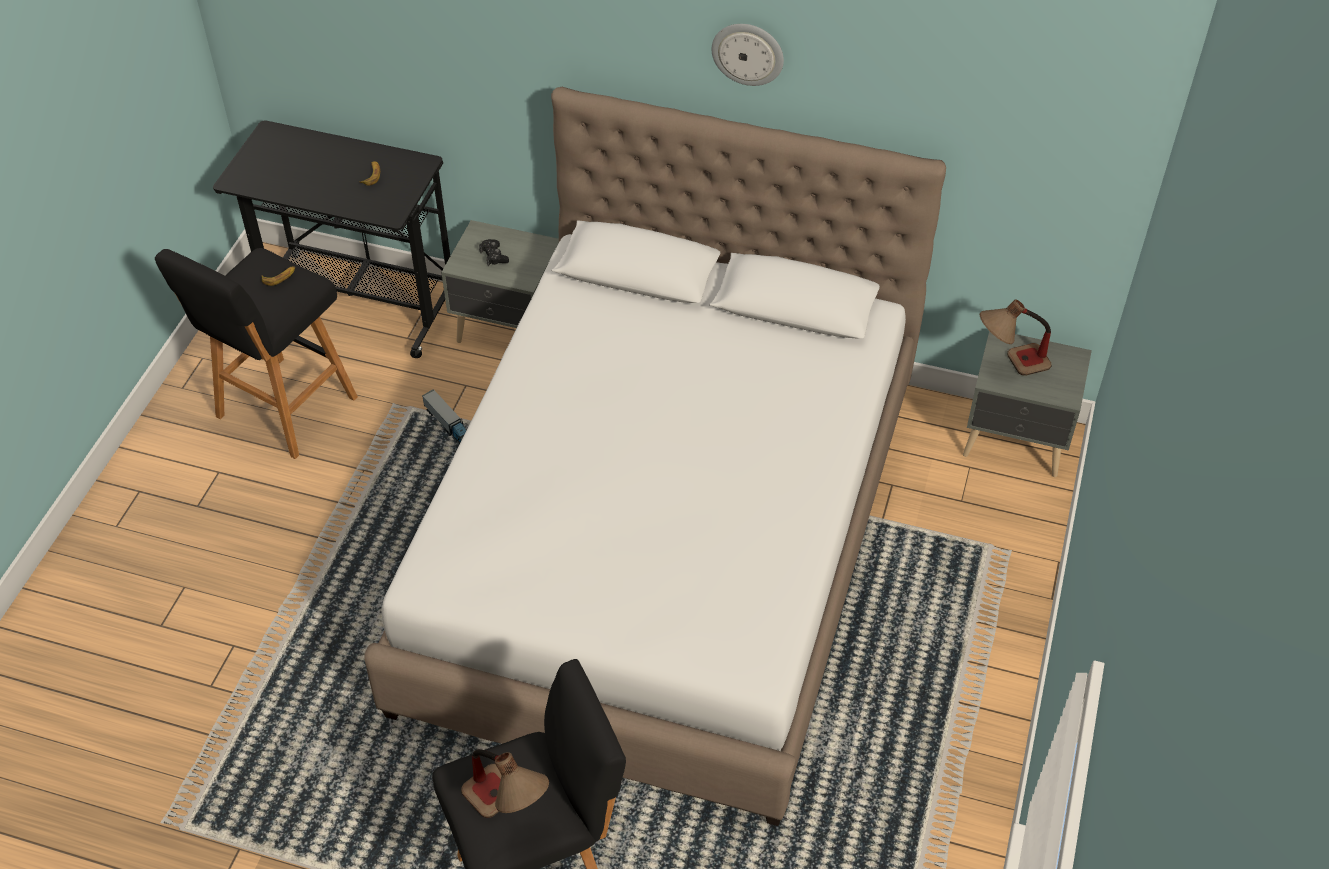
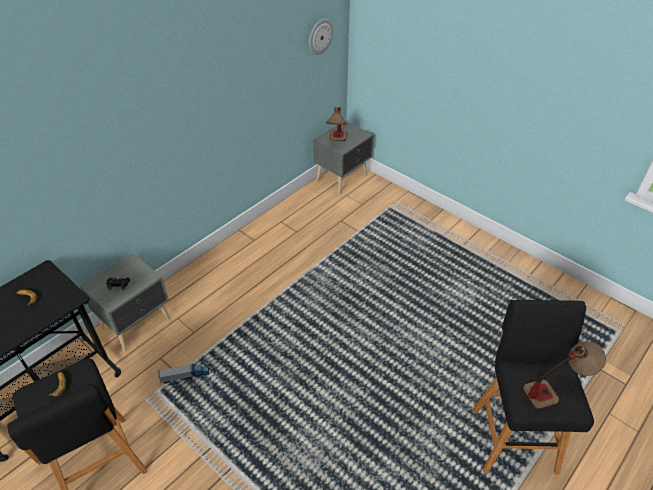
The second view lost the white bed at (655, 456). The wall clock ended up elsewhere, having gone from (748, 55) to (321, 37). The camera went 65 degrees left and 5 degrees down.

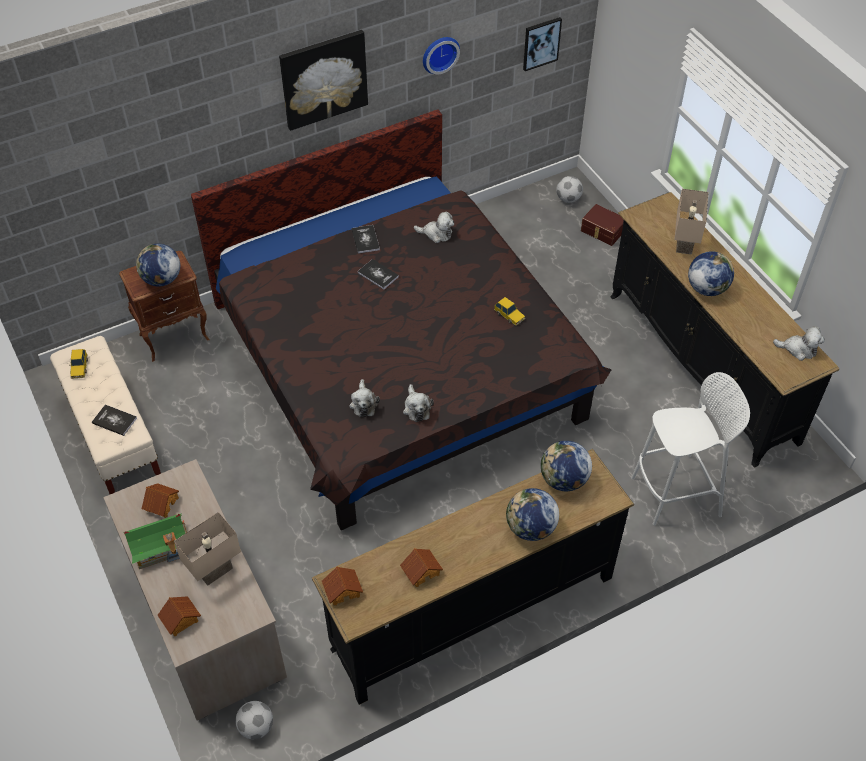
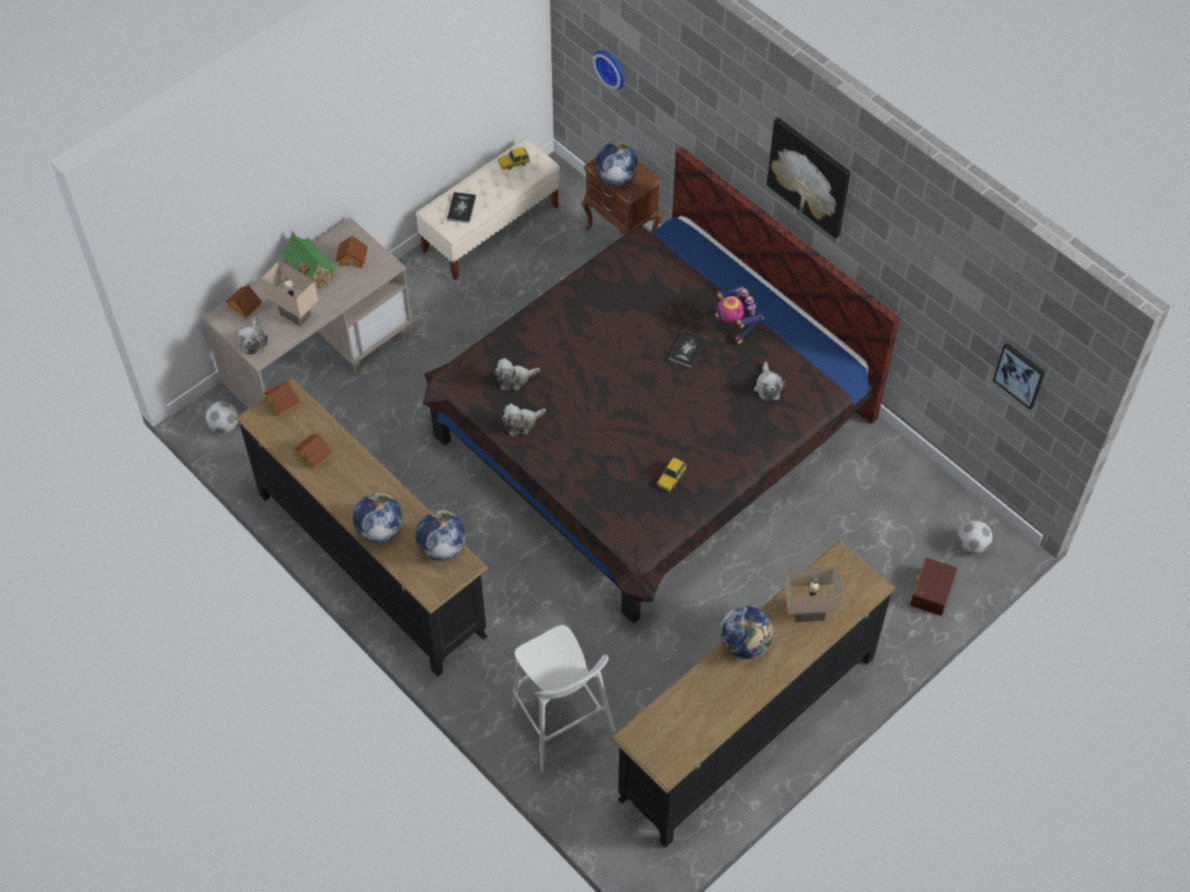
The wall clock ended up elsewhere, having gone from (441, 55) to (609, 70). The plush toy ended up elsewhere, having gone from (799, 343) to (253, 335). Where the book stood at (366, 239), the toy robot came to stand at (739, 315). The camera went 75 degrees right and 5 degrees up.

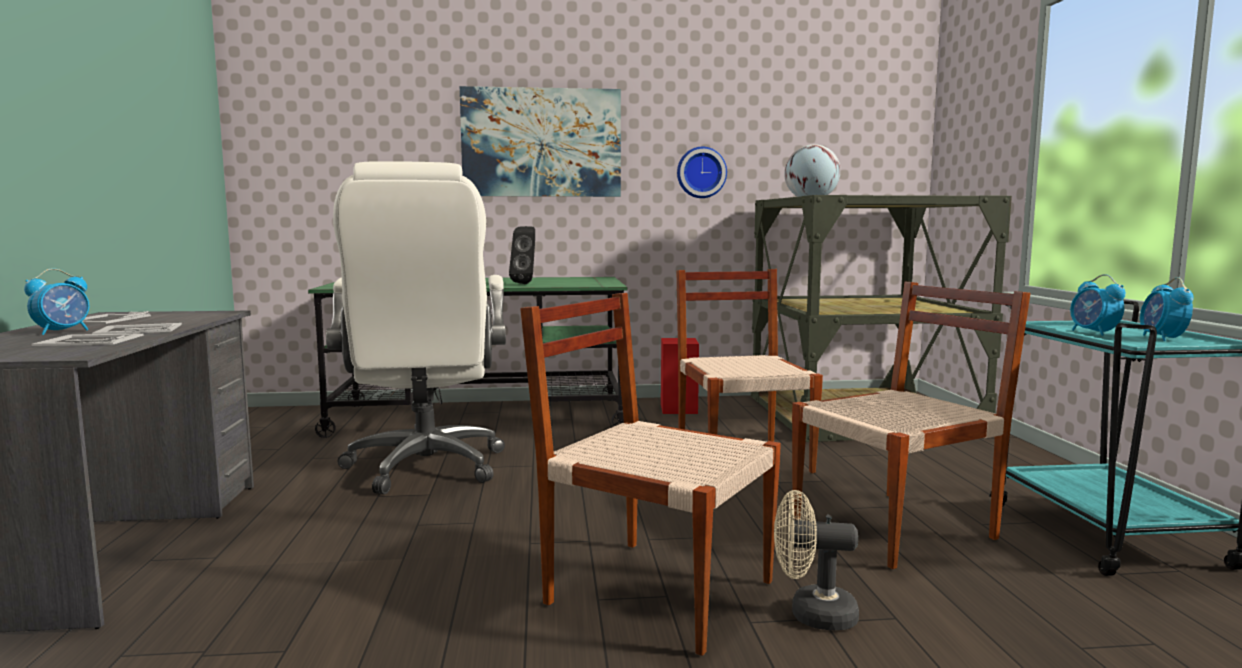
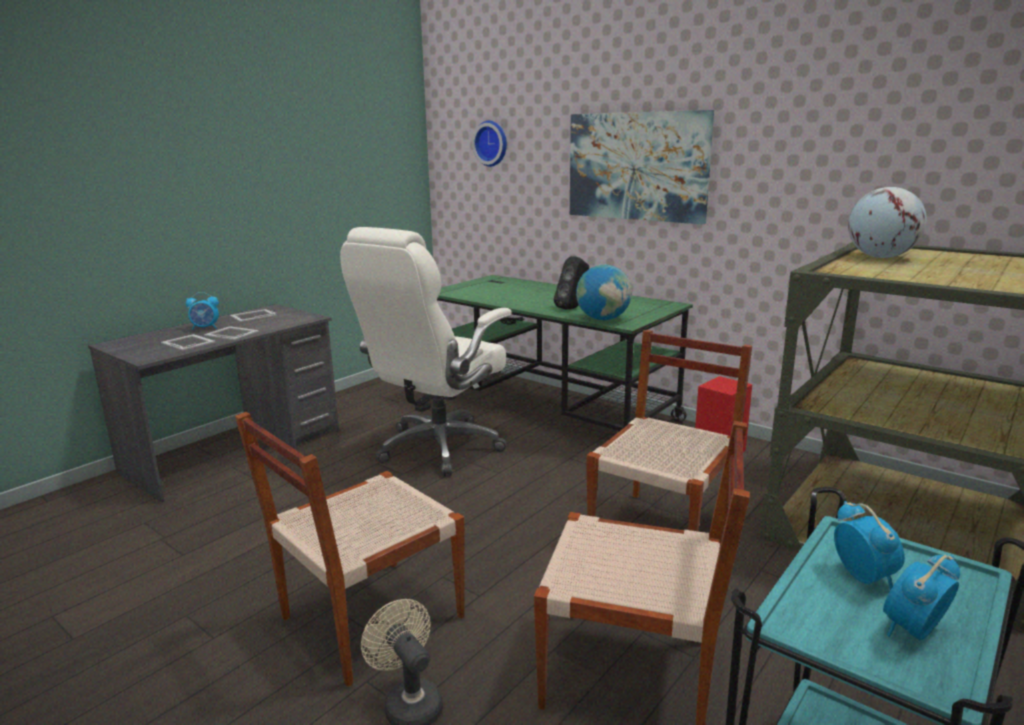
The second view gained the globe at (604, 292). The wall clock ended up elsewhere, having gone from (702, 172) to (489, 144). The chair at (650, 474) ended up facing another way, 120 degrees counterclockwise from before. The alarm clock at (1098, 305) ended up facing another way, 135 degrees clockwise from before. The camera went 45 degrees right and 10 degrees up.

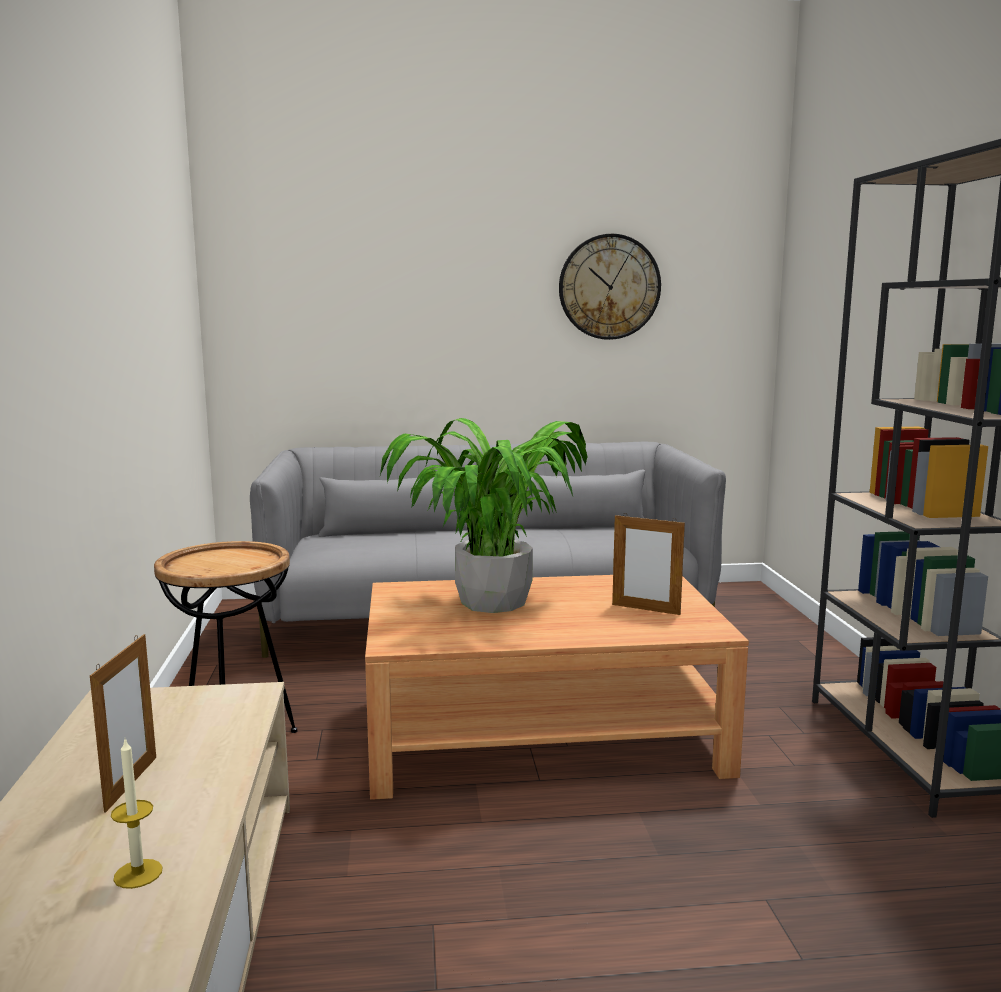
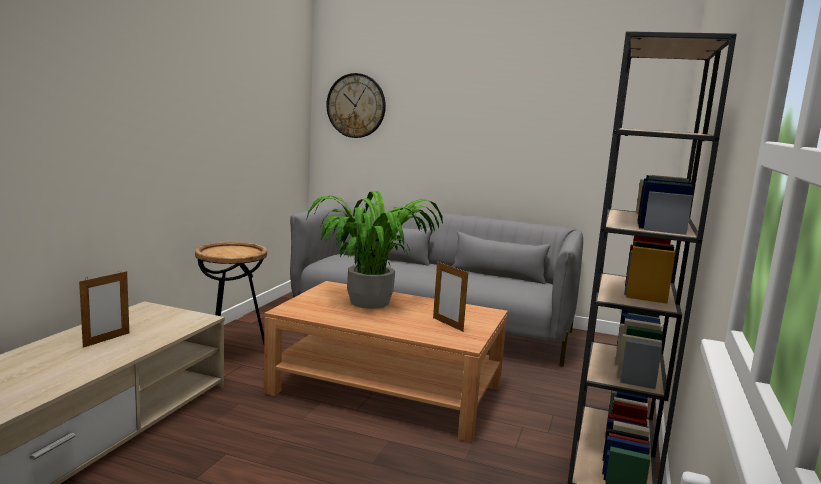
The second view lost the candle at (136, 814). The wall clock ended up elsewhere, having gone from (610, 287) to (356, 105). The camera went 25 degrees right and 0 degrees up.

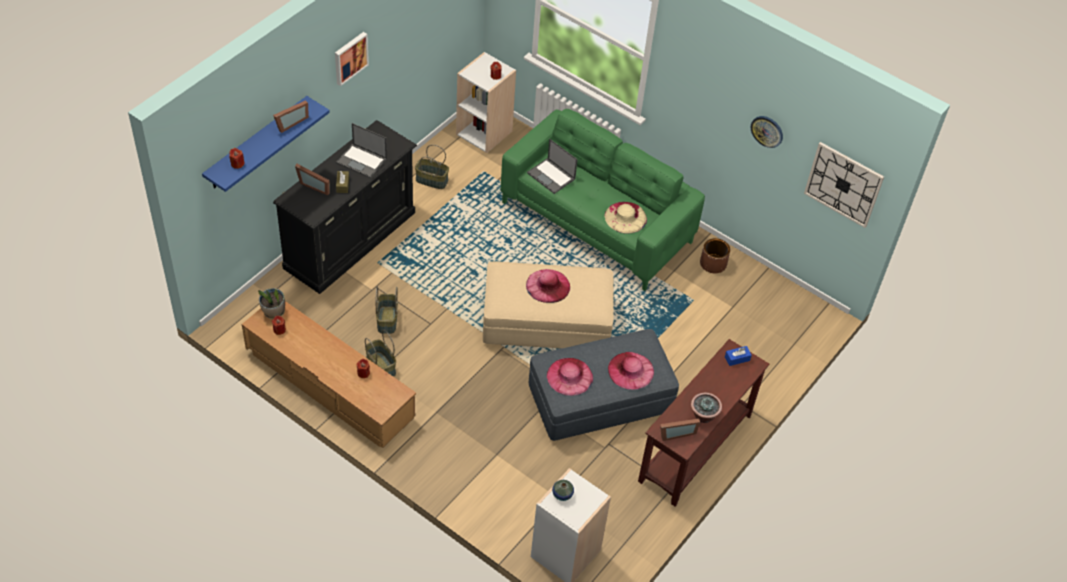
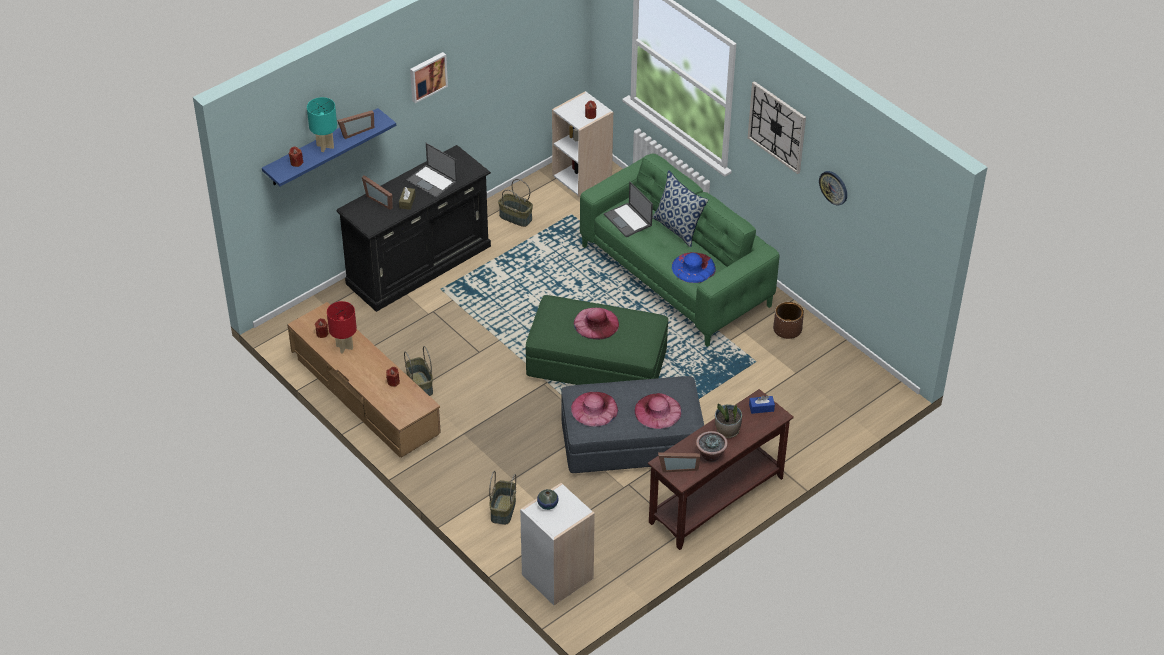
The second view gained the turquoise table lamp at (322, 124). The second view gained the red table lamp at (342, 327). The second view gained the pillow at (680, 209). The potted plant ended up elsewhere, having gone from (271, 303) to (728, 421). The basket ended up elsewhere, having gone from (387, 310) to (502, 498). The wall clock ended up elsewhere, having gone from (844, 185) to (777, 127). What was the beige ottoman at (548, 304) turned into the green ottoman at (597, 340). What was the beige hat at (626, 218) turned into the blue hat at (694, 267). The camera went 15 degrees right and 5 degrees down.

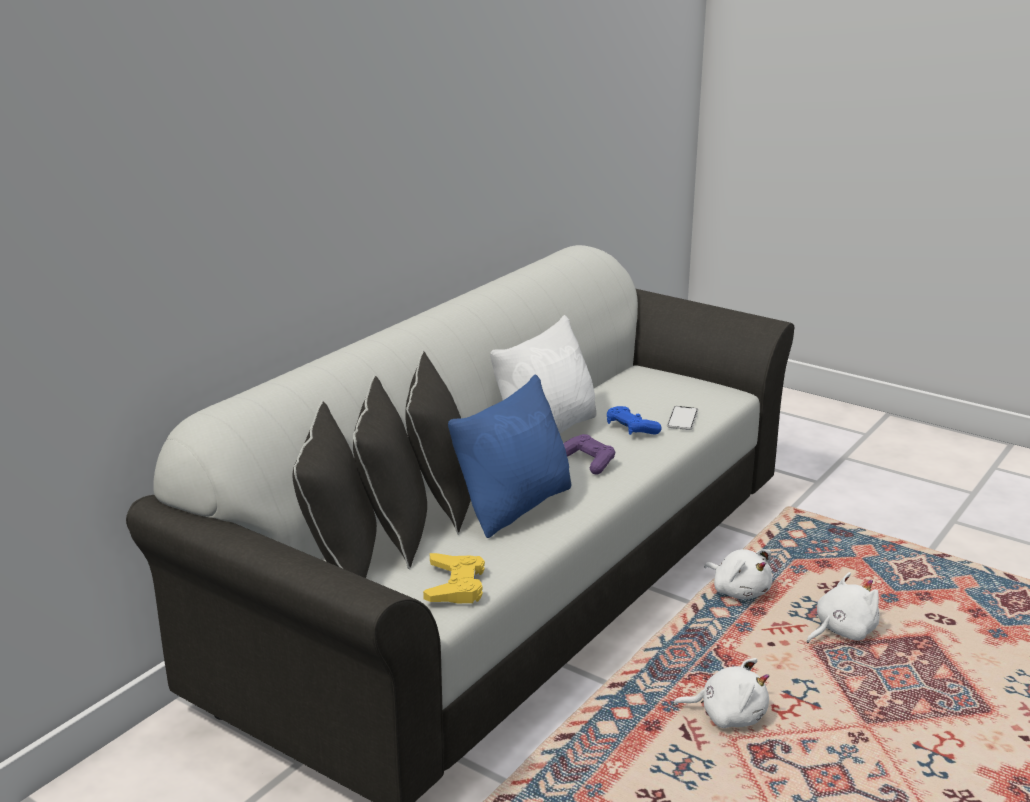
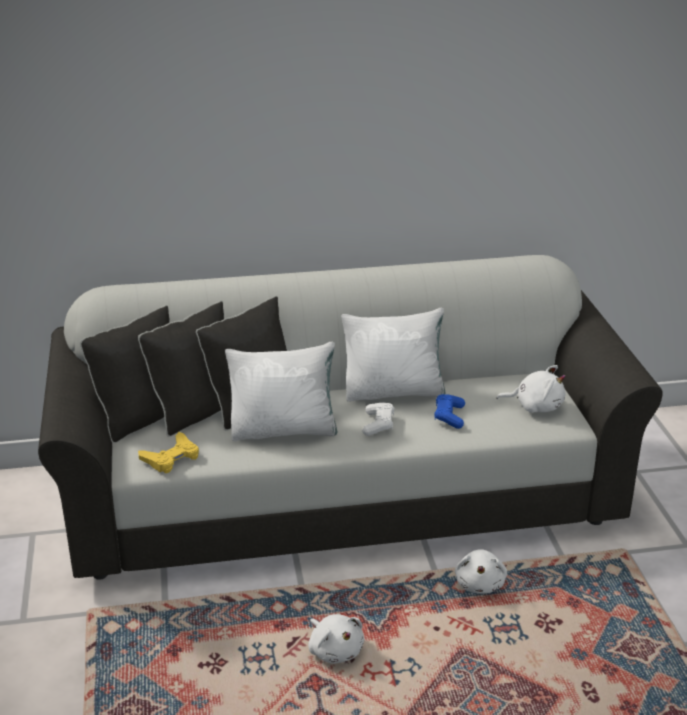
The second view lost the phone at (682, 418). The white plush toy ended up elsewhere, having gone from (843, 607) to (531, 389). What was the blue pillow at (509, 456) turned into the white pillow at (281, 391). What was the purple game controller at (589, 454) turned into the white game controller at (378, 419). The camera went 45 degrees right and 5 degrees up.

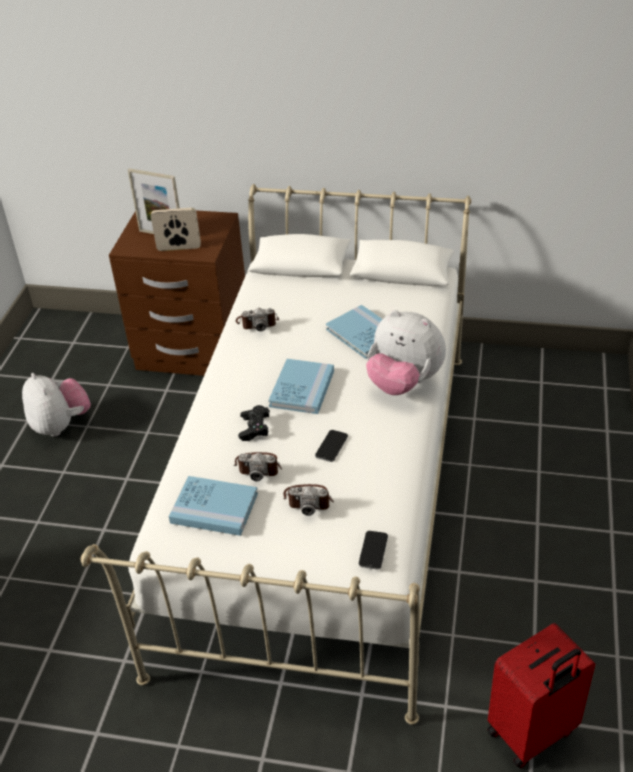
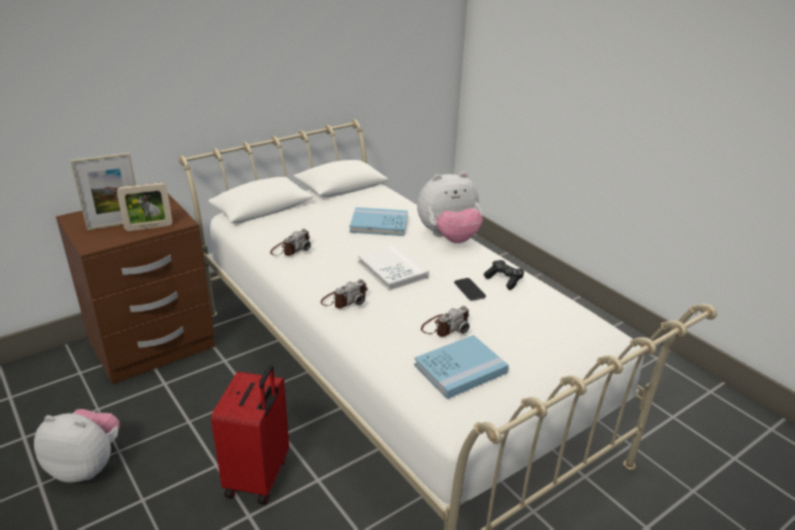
The second view lost the phone at (373, 550). The black game controller ended up elsewhere, having gone from (254, 423) to (504, 275). The photo camera ended up elsewhere, having gone from (308, 500) to (344, 294). The red suitcase ended up elsewhere, having gone from (541, 695) to (250, 435). What was the blue book at (301, 386) turned into the white book at (393, 267). The picture frame at (176, 229) ended up facing another way, 150 degrees counterclockwise from before. The camera went 50 degrees left and 10 degrees down.

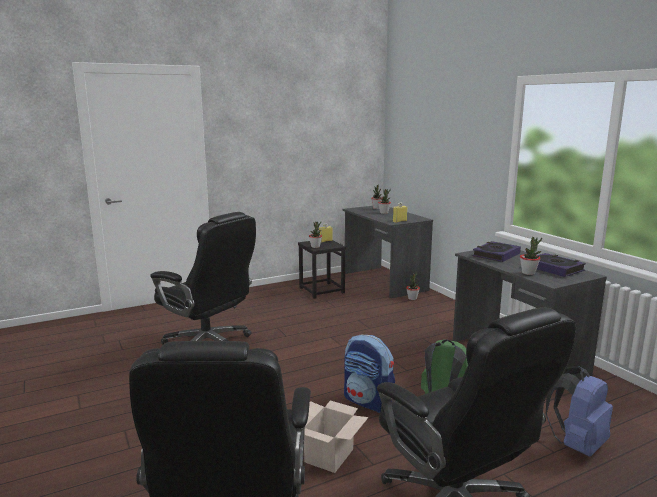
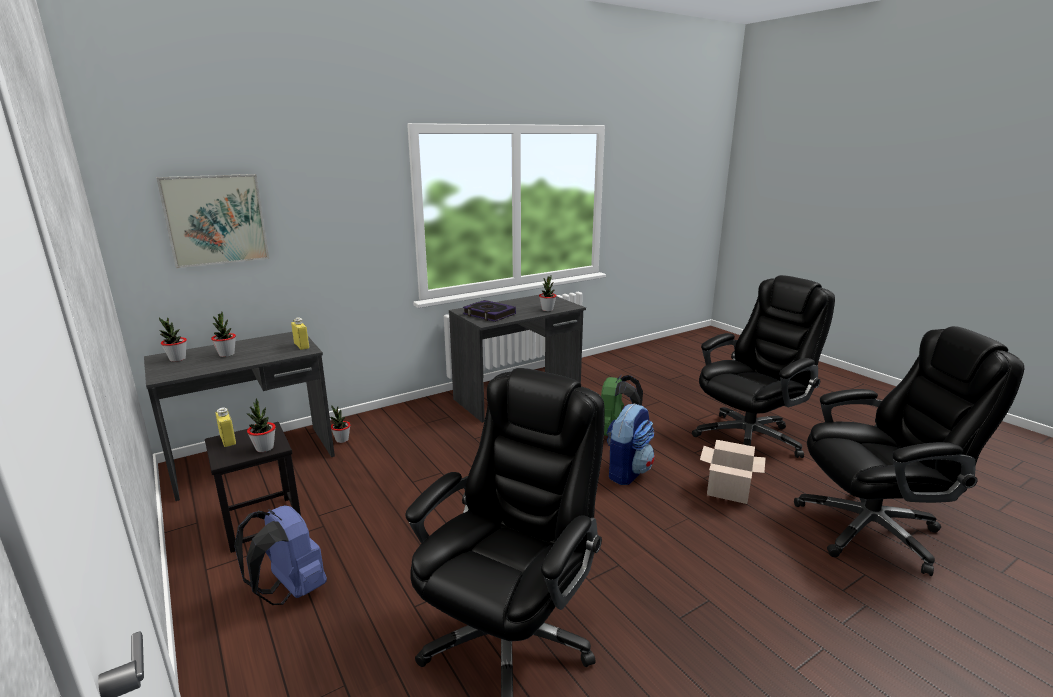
The second view lost the book at (561, 265). The second view gained the picture at (212, 221). The blue backpack ended up elsewhere, having gone from (579, 411) to (280, 555). The camera went 95 degrees left and 5 degrees up.

